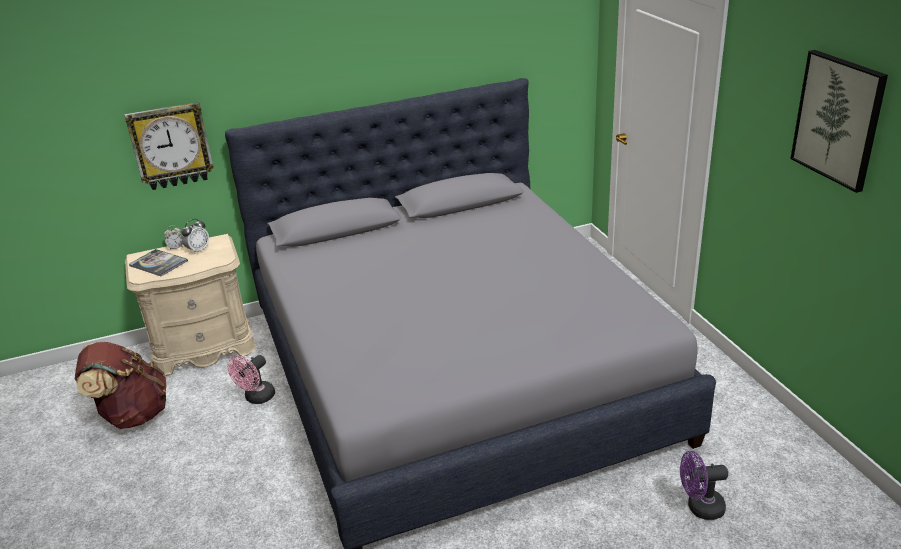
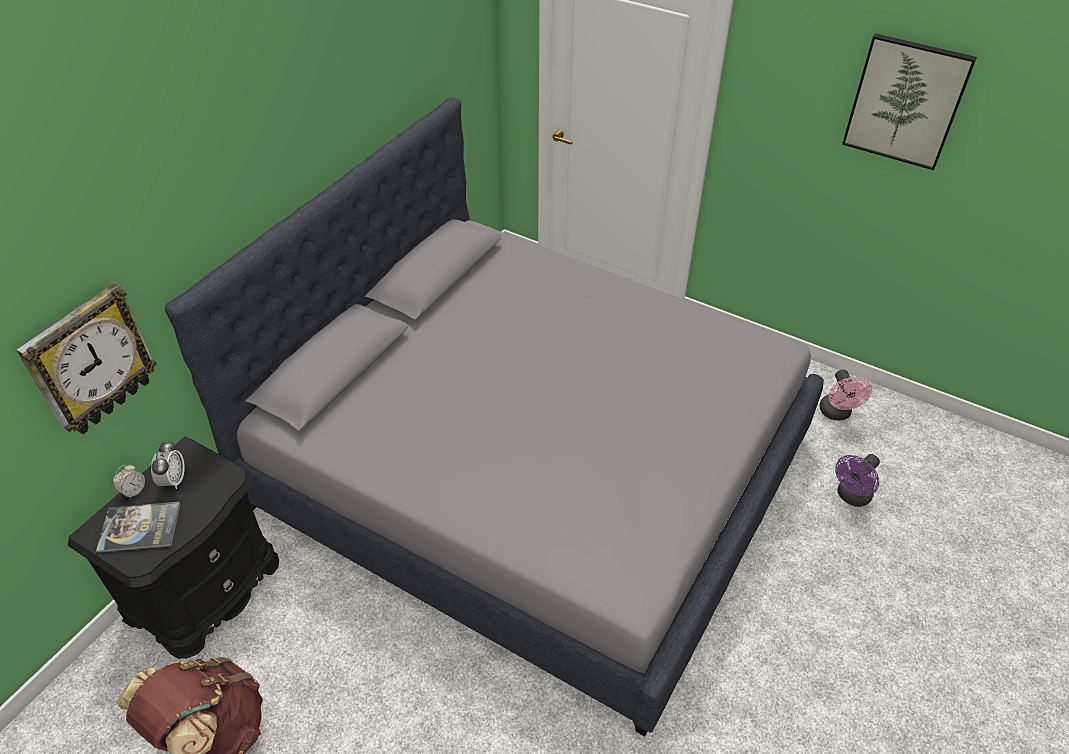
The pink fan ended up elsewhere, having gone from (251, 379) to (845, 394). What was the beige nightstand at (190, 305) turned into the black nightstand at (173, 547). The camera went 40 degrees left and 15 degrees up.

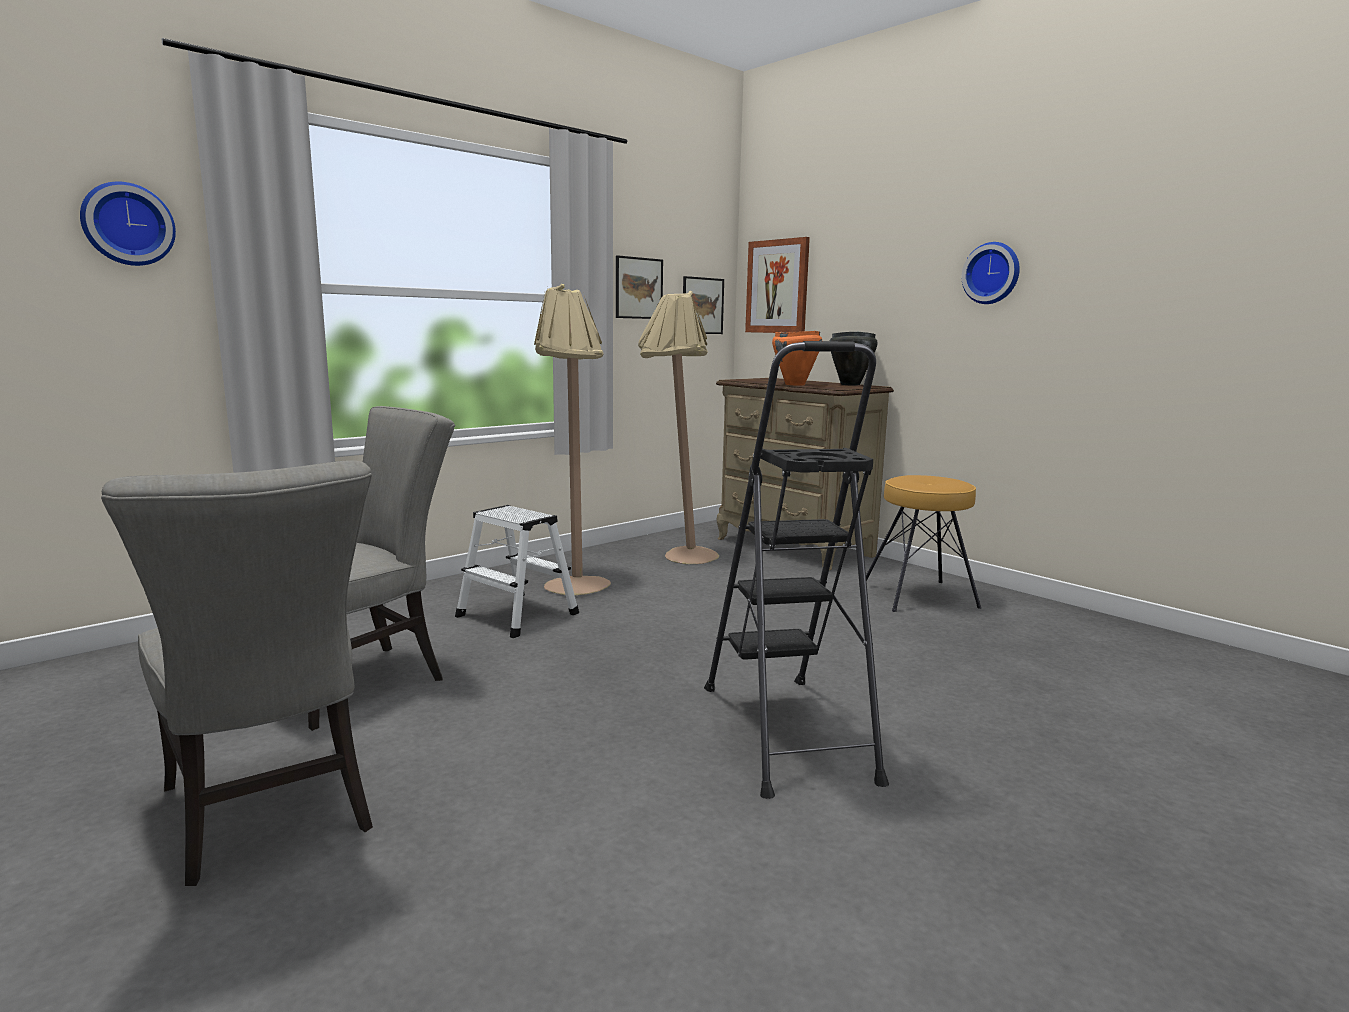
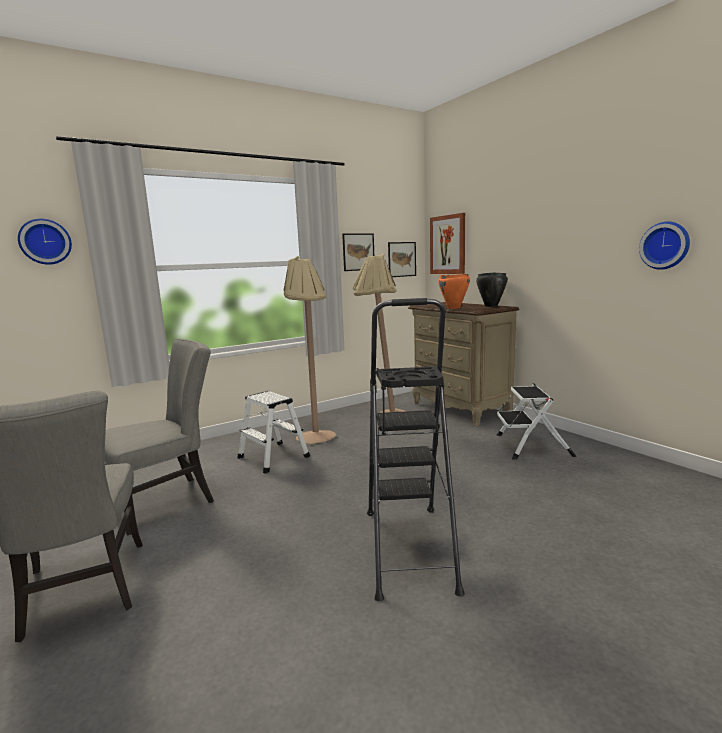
The wall clock ended up elsewhere, having gone from (991, 273) to (664, 246). Where the brown stool stood at (923, 543), the step ladder came to stand at (537, 421). The camera went 10 degrees right and 0 degrees up.

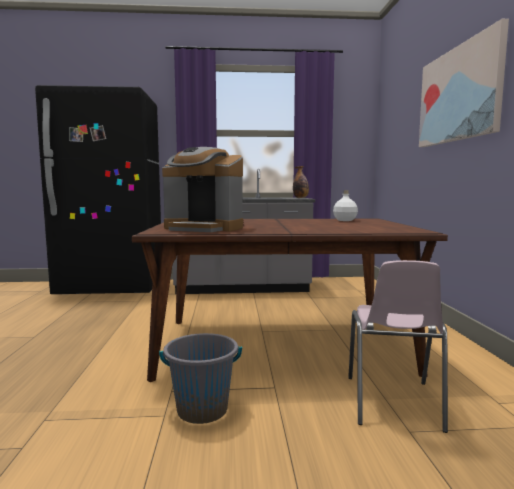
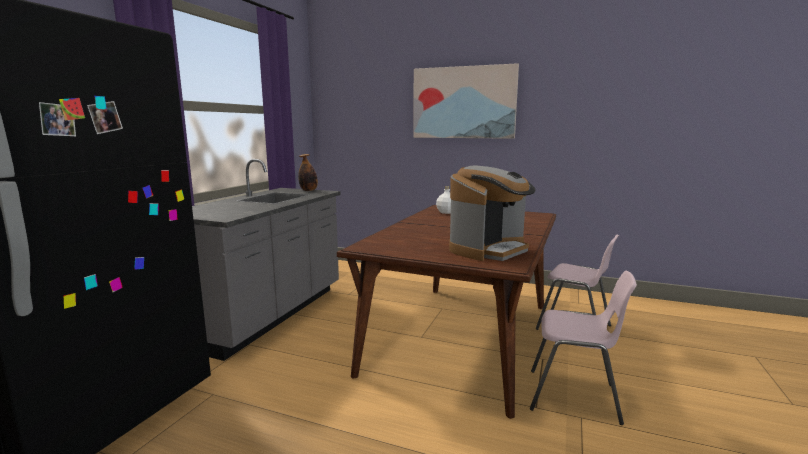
Where the grey bucket stood at (200, 378), the pink chair came to stand at (583, 348). The camera went 65 degrees left and 5 degrees up.

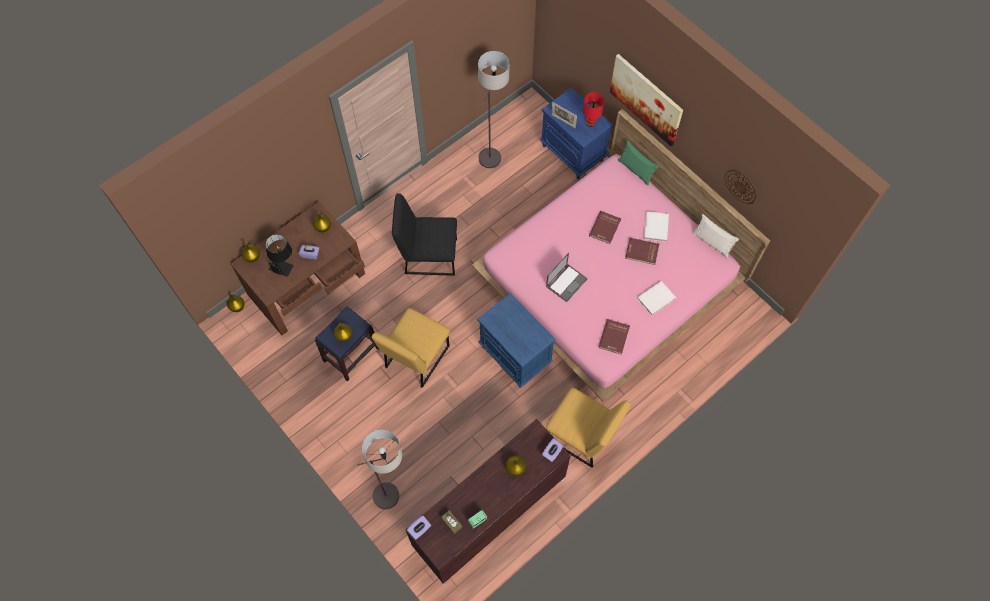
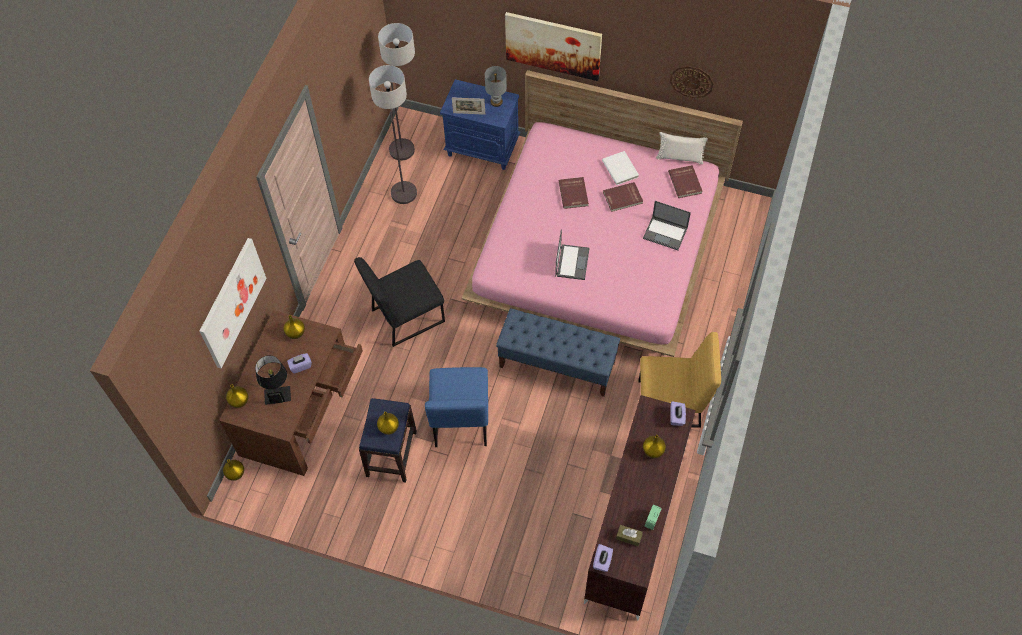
The second view lost the green pillow at (638, 162). The second view gained the picture at (233, 303). The grey floor lamp ended up elsewhere, having gone from (379, 470) to (396, 92). The red book ended up elsewhere, having gone from (614, 337) to (685, 181). Where the blue nightstand stood at (516, 340), the blue bench came to stand at (558, 352). Where the white book stood at (656, 298), the laptop came to stand at (667, 225). What was the yellow chair at (410, 348) turned into the blue chair at (456, 407). What was the red table lamp at (593, 109) turned into the grey table lamp at (496, 86). The camera went 30 degrees left and 5 degrees down.

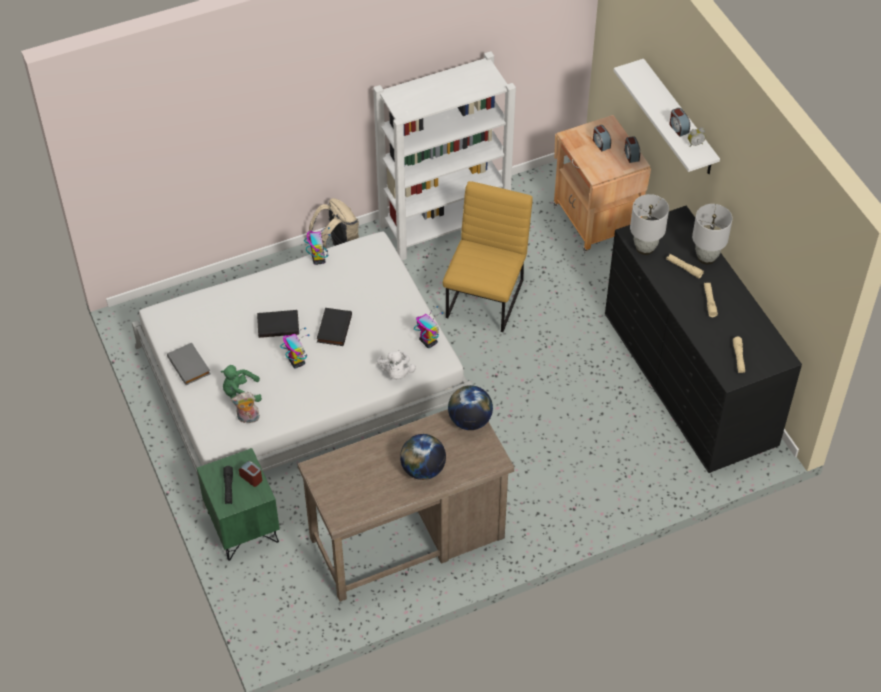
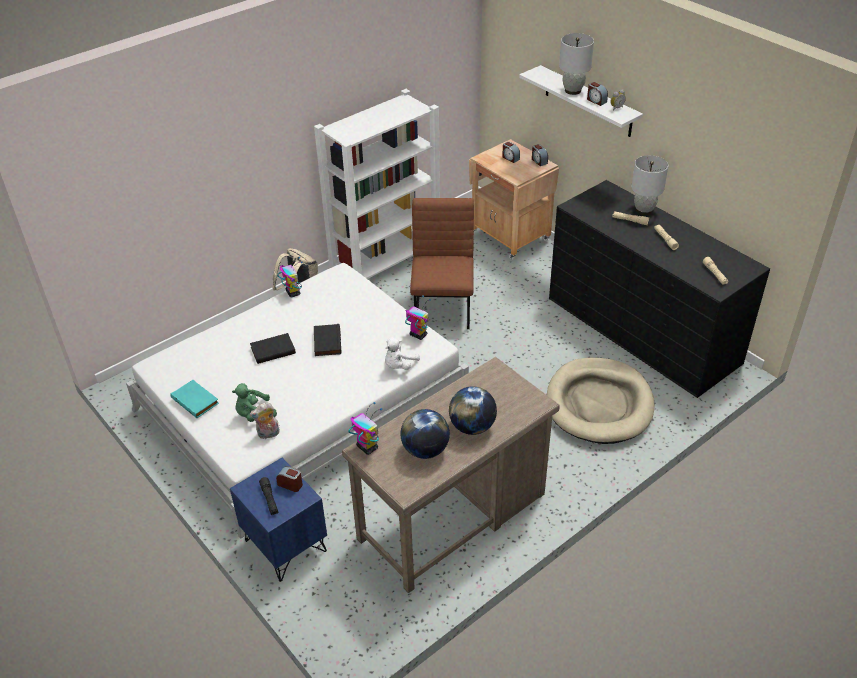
The second view gained the beige dog bed at (601, 400). The toy robot ended up elsewhere, having gone from (294, 348) to (365, 428). The globe ended up elsewhere, having gone from (470, 407) to (425, 434). The white table lamp ended up elsewhere, having gone from (649, 224) to (576, 64). What was the grey book at (188, 364) turned into the turquoise book at (195, 399). What was the green nightstand at (238, 504) turned into the blue nightstand at (278, 520). What was the yellow chair at (488, 256) turned into the brown chair at (442, 263). The white plush toy at (396, 365) ended up facing another way, 60 degrees clockwise from before. The camera went 15 degrees left and 10 degrees down.

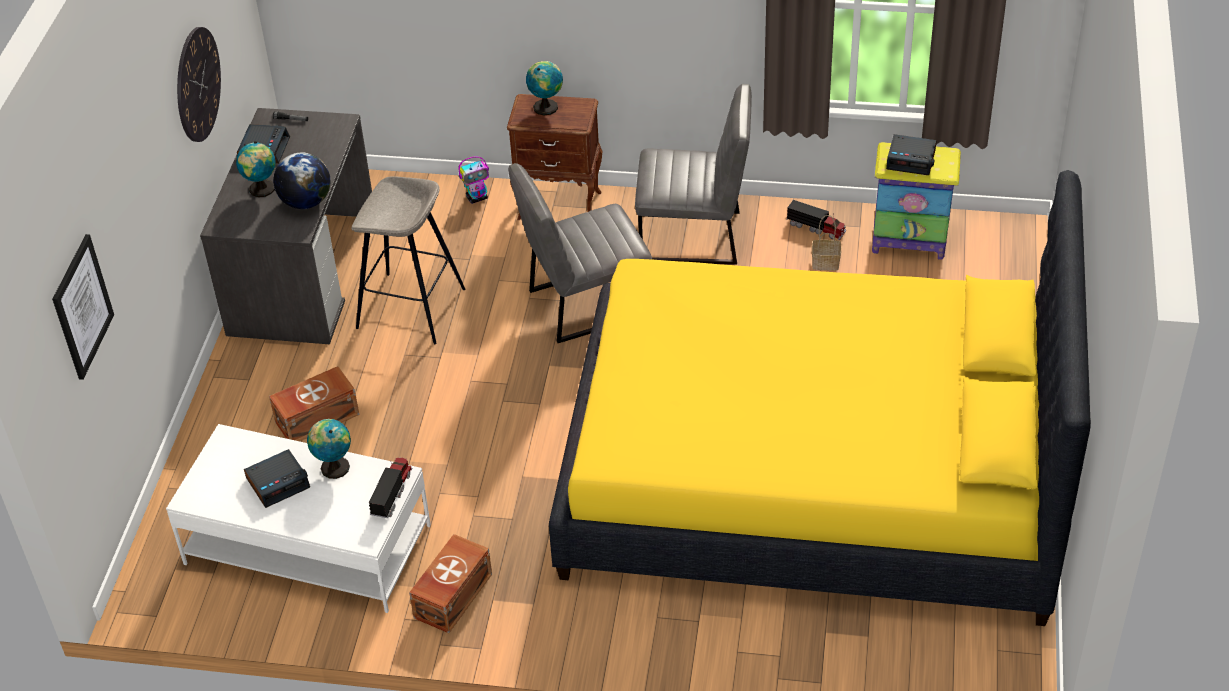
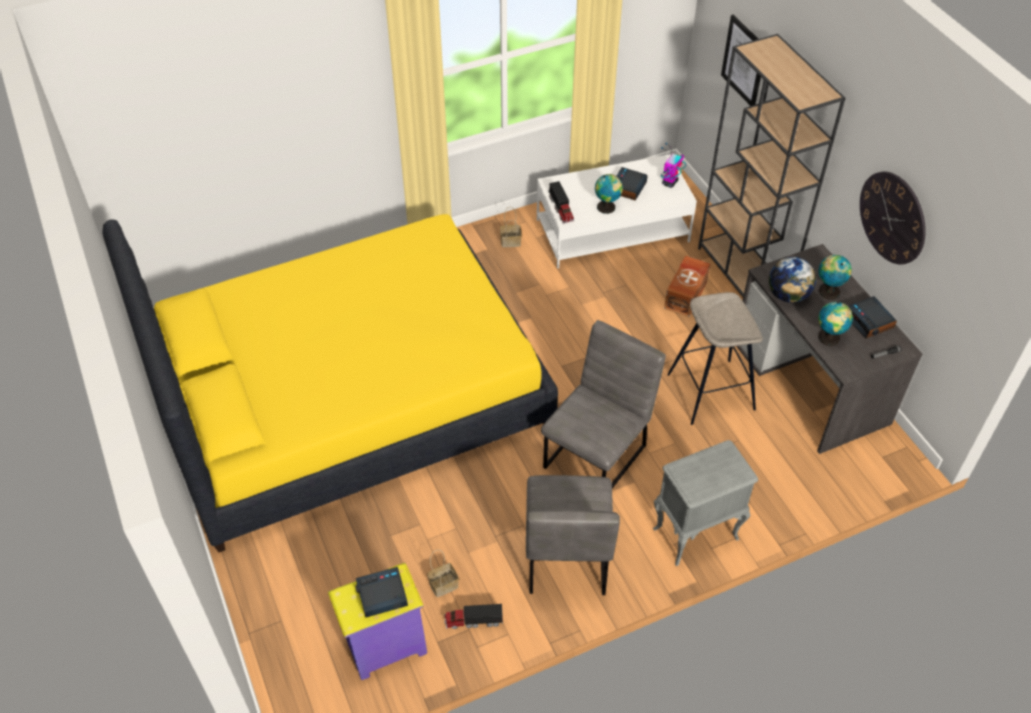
The second view gained the bookcase at (771, 165). The toy robot ended up elsewhere, having gone from (473, 180) to (673, 165). The globe ended up elsewhere, having gone from (544, 88) to (835, 323). Where the brown storage box stood at (450, 583), the basket came to stand at (511, 227). What was the brown nightstand at (554, 157) turned into the grey nightstand at (705, 503). The grey chair at (693, 174) ended up facing another way, 60 degrees counterclockwise from before. The camera went 145 degrees right and 5 degrees up.

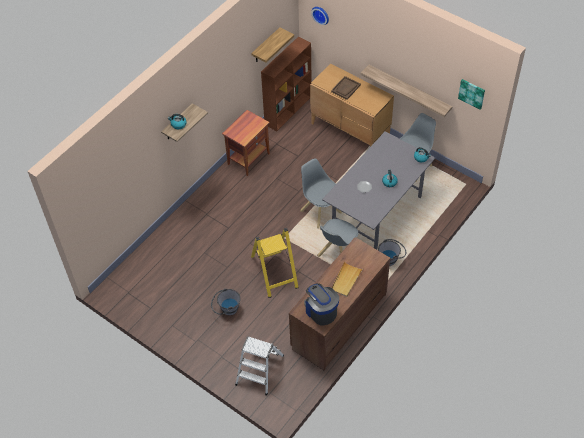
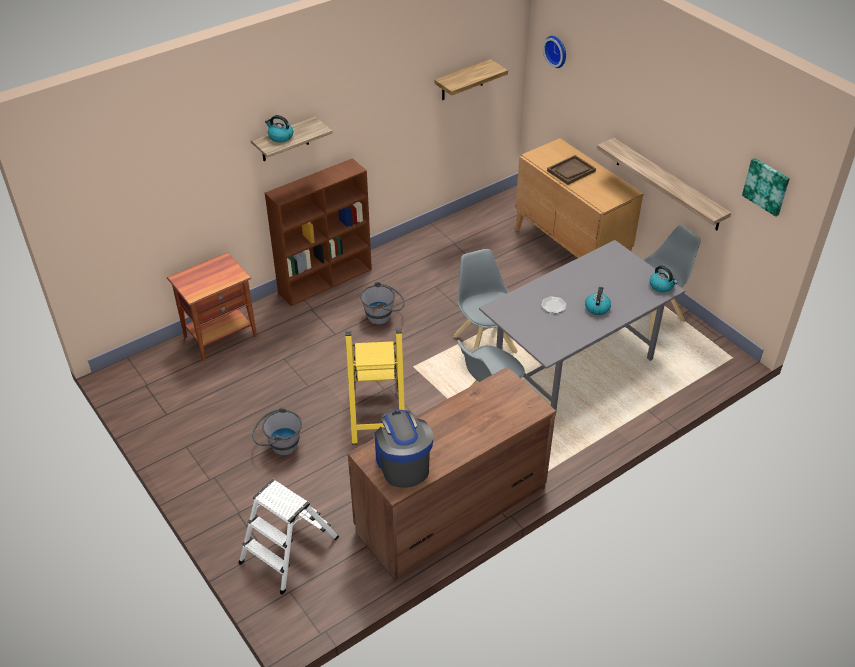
The second view lost the beige tray at (347, 279). The nightstand ended up elsewhere, having gone from (246, 143) to (212, 306). The brown bookcase ended up elsewhere, having gone from (286, 84) to (318, 232). The grey bucket ended up elsewhere, having gone from (392, 252) to (382, 303). The camera went 15 degrees right and 10 degrees down.

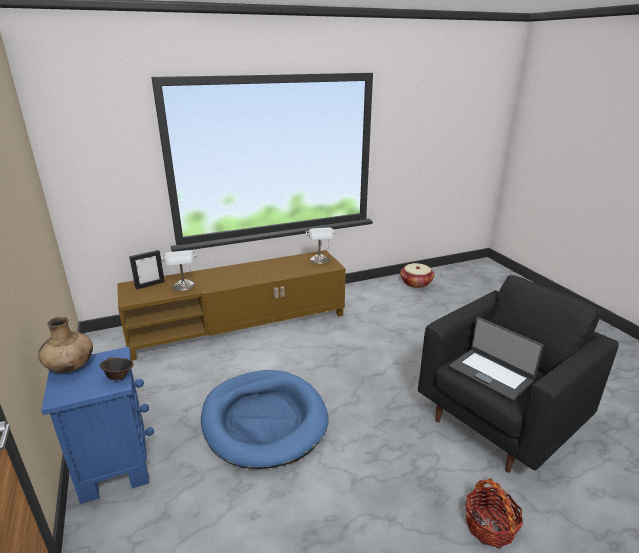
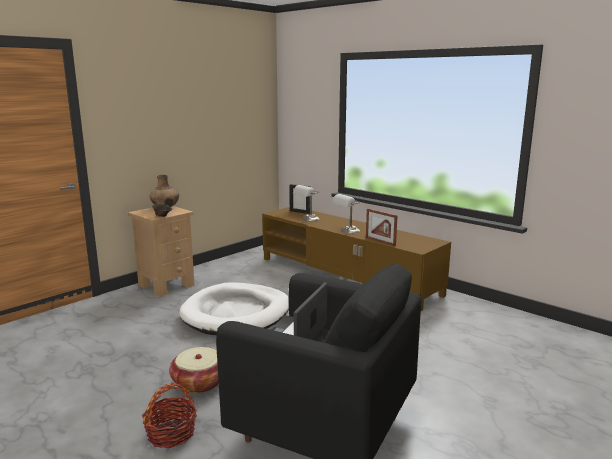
The second view gained the picture frame at (382, 227). The white table lamp ended up elsewhere, having gone from (320, 245) to (346, 213). The basket ended up elsewhere, having gone from (417, 275) to (194, 370). What was the blue nightstand at (97, 425) turned into the beige nightstand at (161, 251). What was the blue dog bed at (265, 419) turned into the white dog bed at (234, 308). The camera went 65 degrees right and 10 degrees down.

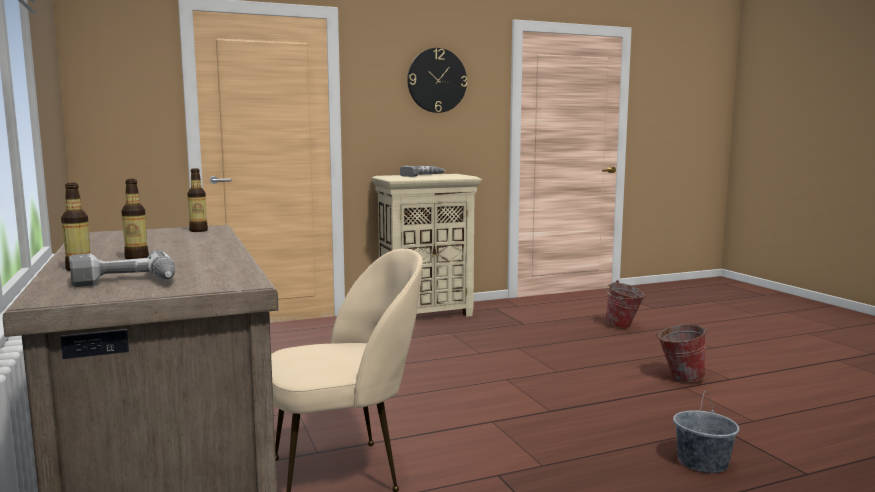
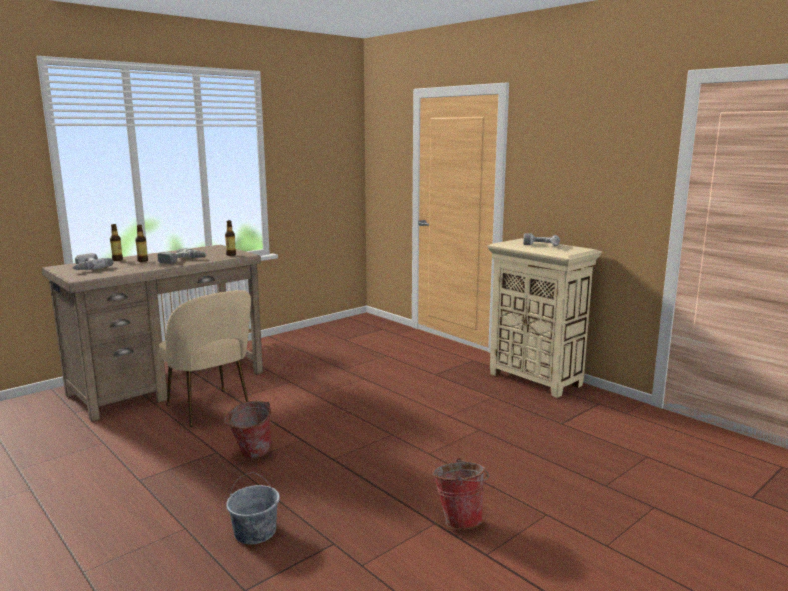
The second view lost the wall clock at (437, 80). The second view gained the power drill at (182, 256). The bucket ended up elsewhere, having gone from (625, 304) to (248, 430). The camera went 70 degrees right and 5 degrees up.

